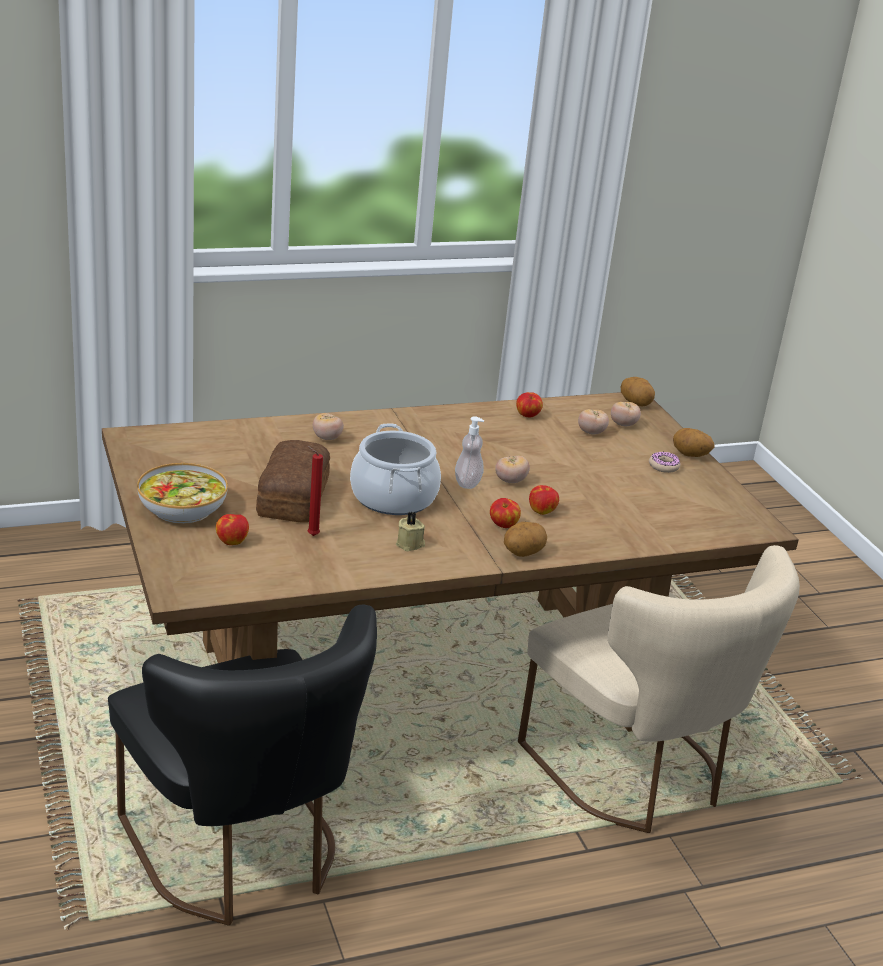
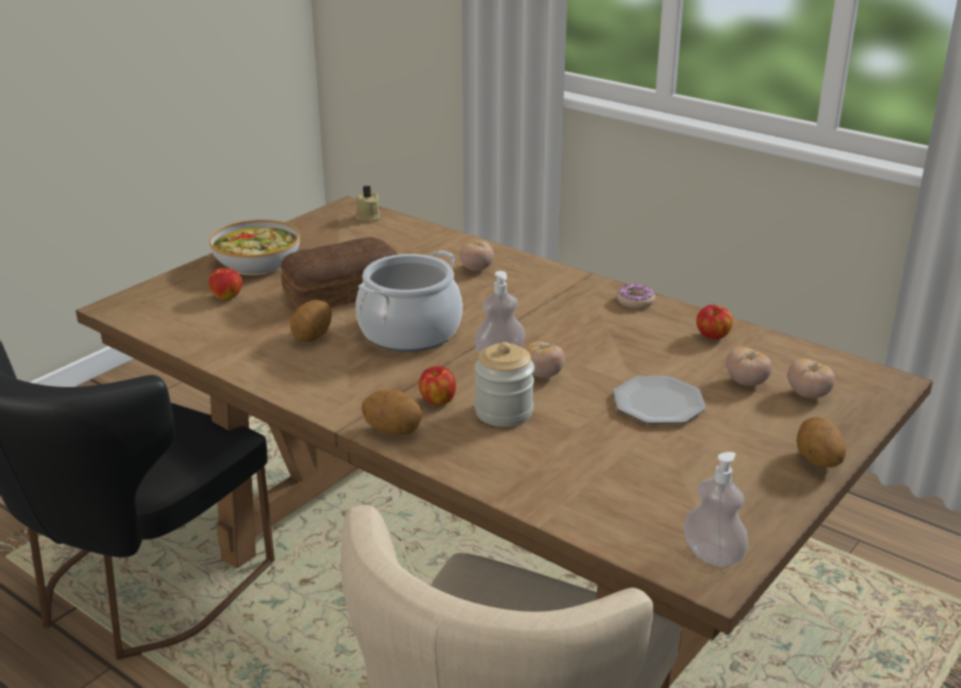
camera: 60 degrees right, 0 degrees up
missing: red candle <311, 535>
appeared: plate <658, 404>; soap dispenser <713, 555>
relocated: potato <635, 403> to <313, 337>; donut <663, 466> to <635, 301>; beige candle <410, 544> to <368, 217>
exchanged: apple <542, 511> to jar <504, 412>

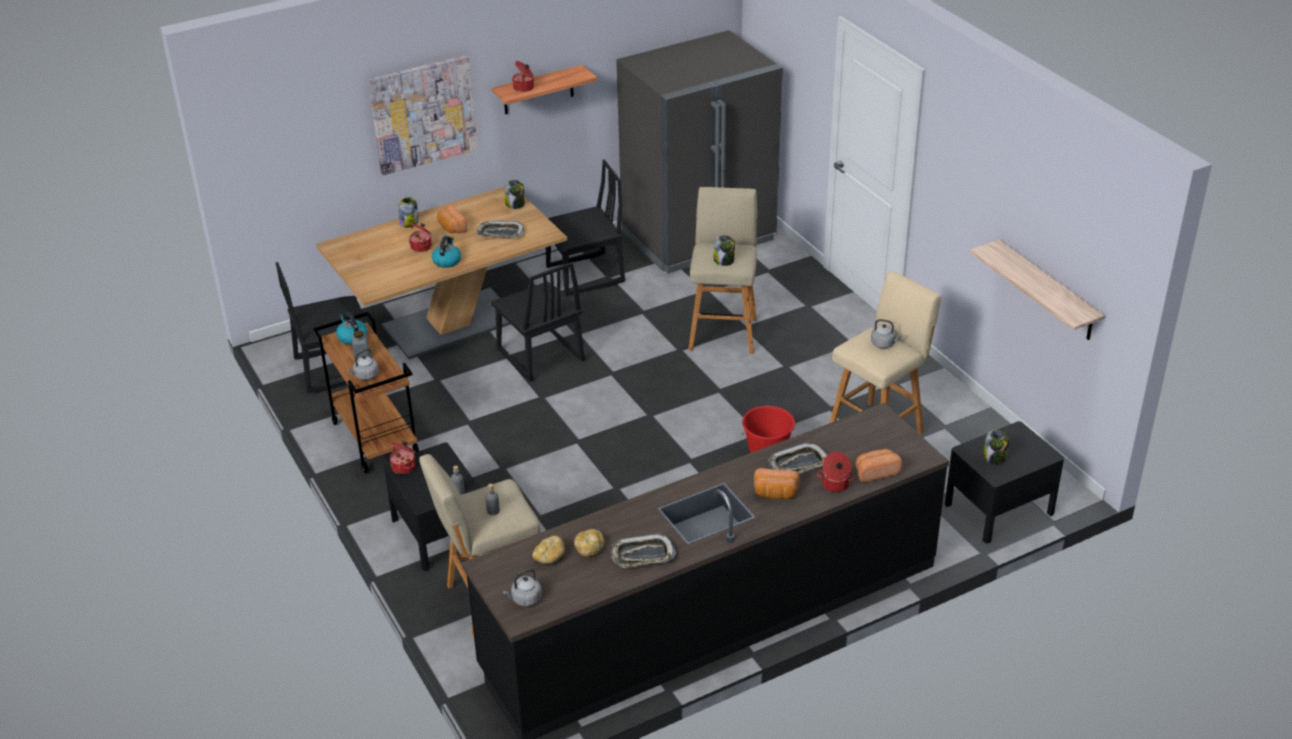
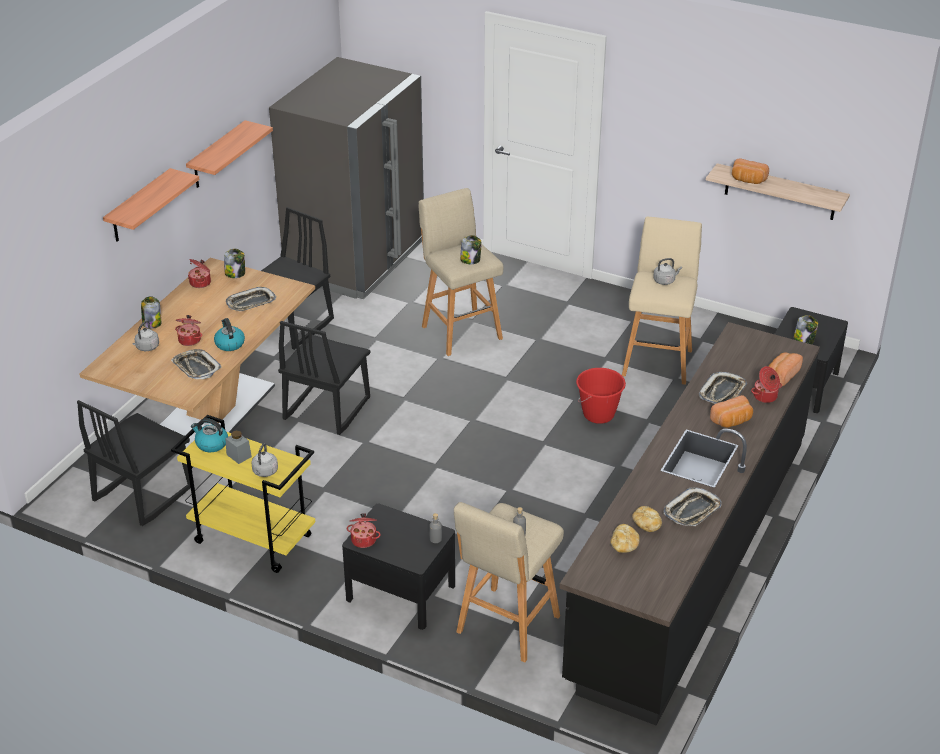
camera: 35 degrees left, 0 degrees up
appeared: tray <196, 367>
relocated: cooking pot <524, 87> to <201, 283>; bread <451, 228> to <748, 180>; grey kettle <525, 599> to <146, 348>
exchanged: picture <423, 114> to shelf <139, 207>
colour: brown cart <374, 438> to yellow cart <251, 539>
spun: black chair <539, 356> = <326, 409> 90 degrees clockwise

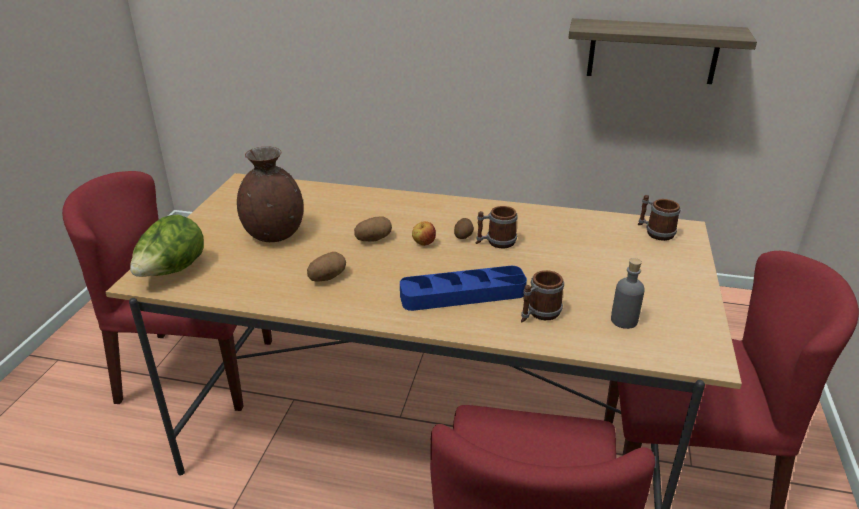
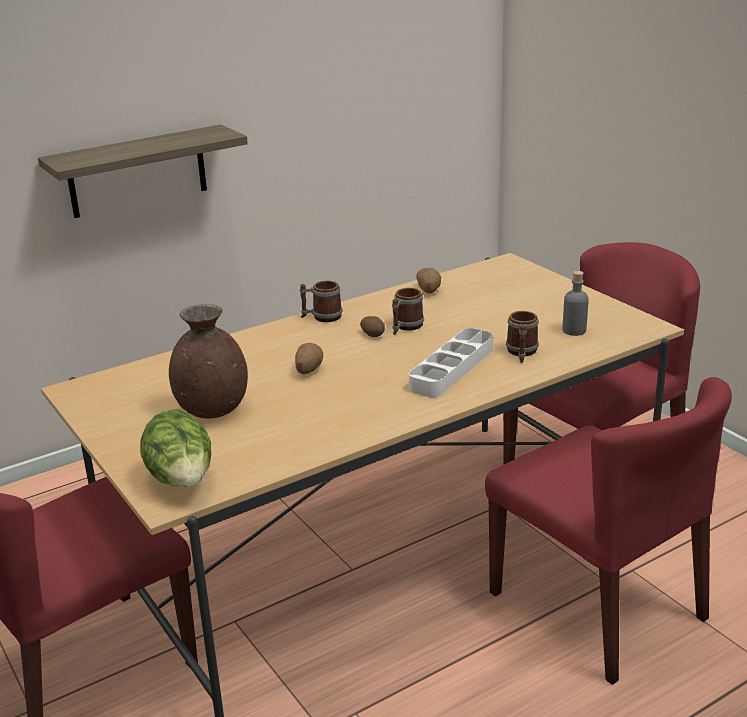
camera: 45 degrees left, 5 degrees down
missing: apple <423, 244>
relocated: shelf <652, 51> to <137, 172>; mug <655, 232> to <321, 317>; potato <327, 277> to <429, 290>
colour: blue tray <462, 294> to white tray <452, 368>

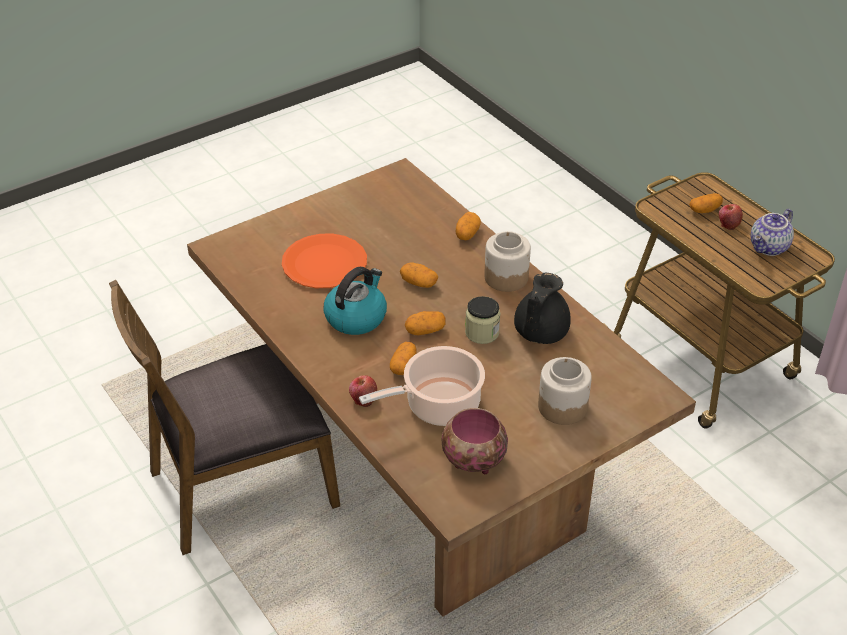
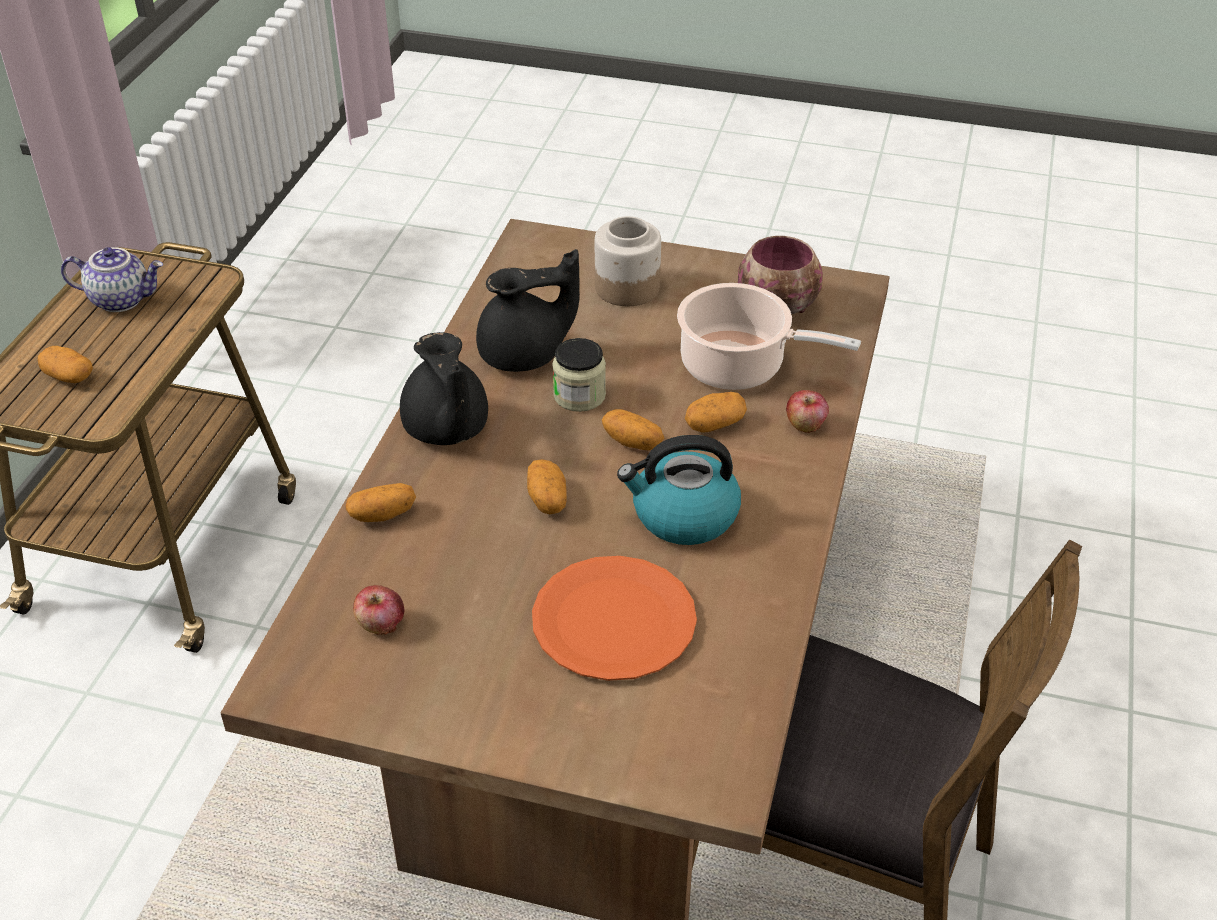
camera: 130 degrees left, 0 degrees up
relocated: apple <728, 224> to <380, 624>
exchanged: jar <506, 277> to black teapot <446, 429>

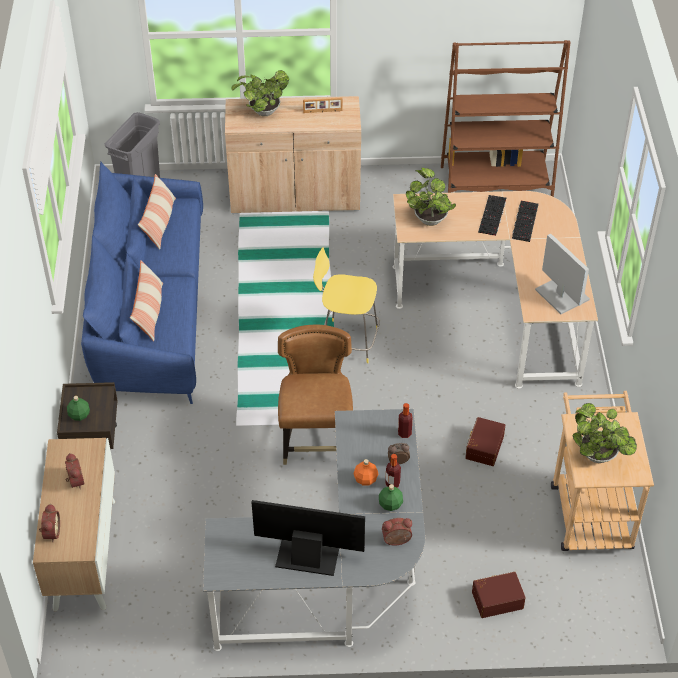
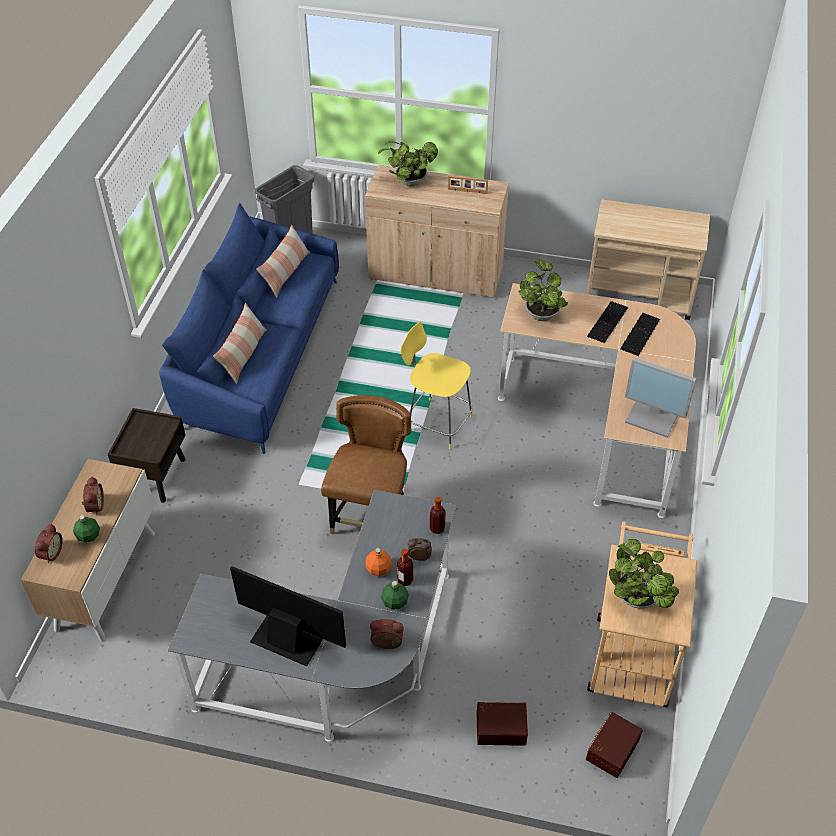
camera: 15 degrees right, 0 degrees up
relocated: green bottle <79, 415> to <89, 536>; brown storage box <483, 447> to <611, 749>
exchanged: brown bookcase <496, 182> to beige cart <639, 296>
spun: monitor <561, 294> = <653, 416> 135 degrees clockwise

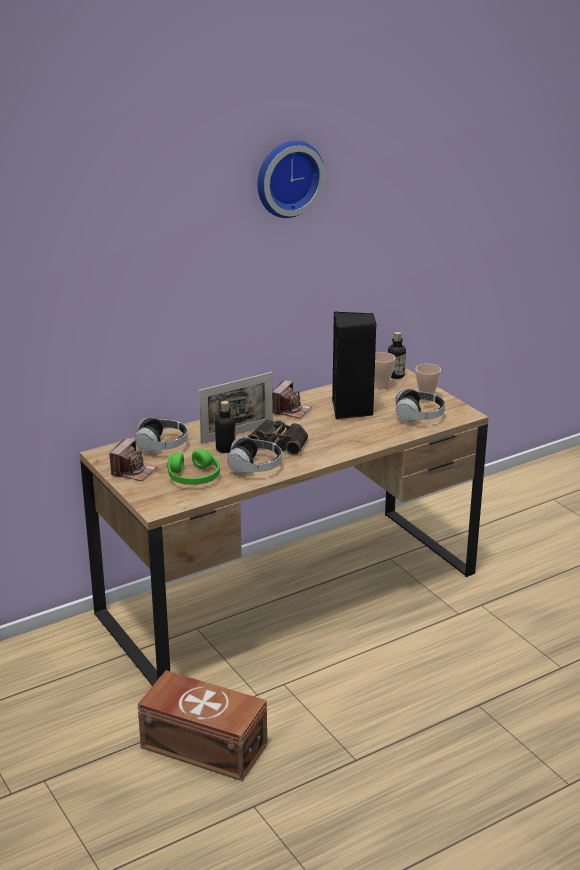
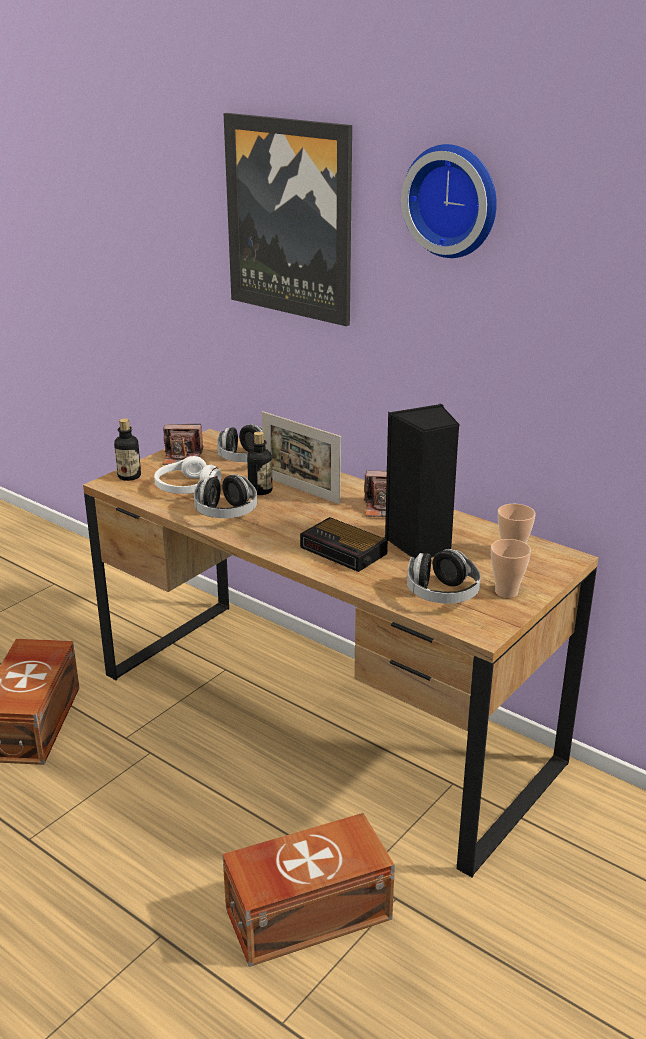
camera: 70 degrees right, 0 degrees up
missing: binoculars <280, 442>
appeared: picture <290, 218>; alarm clock <345, 551>; brown storage box <305, 912>
relocated: bottle <395, 375> to <129, 476>
colour: green headphones <194, 477> to white headphones <186, 487>

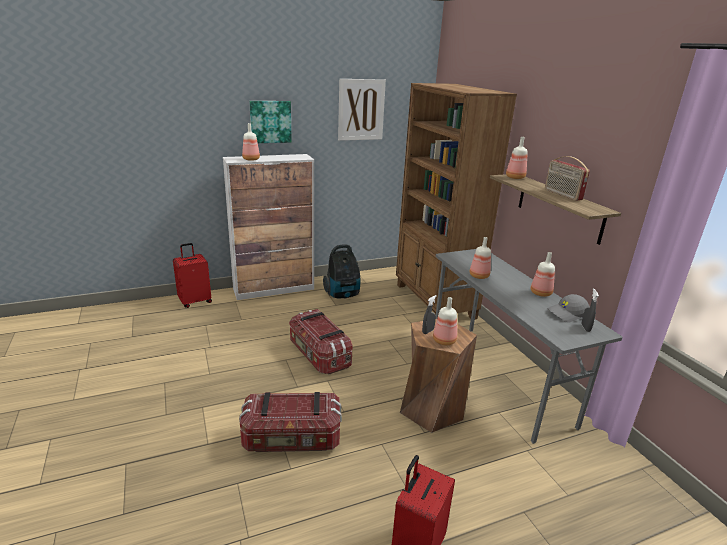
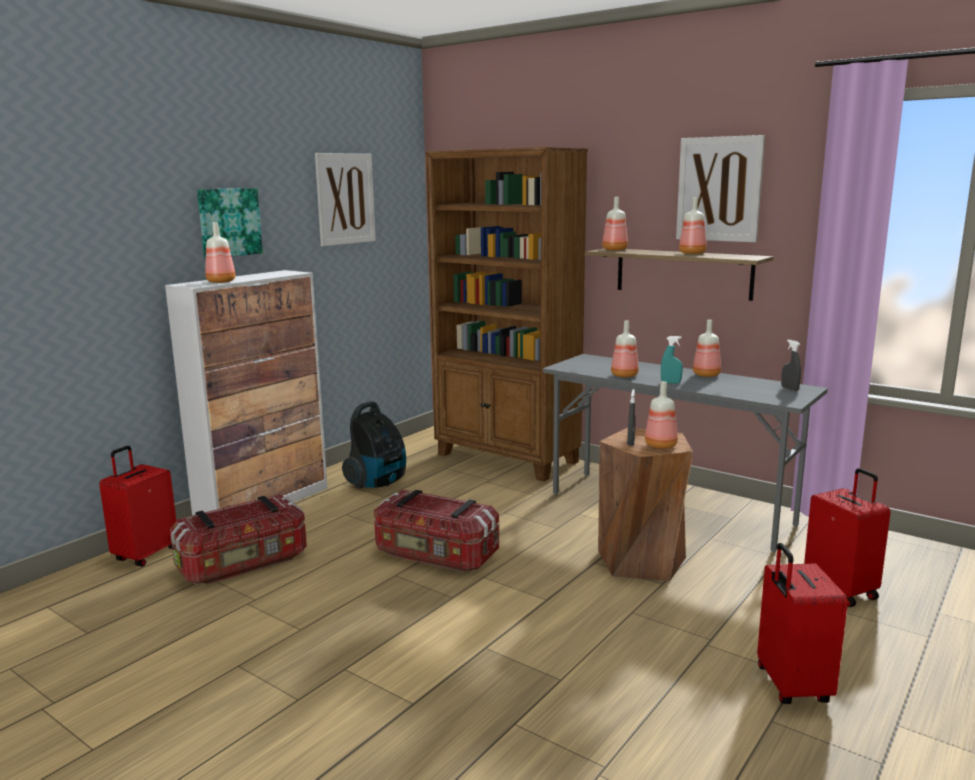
camera: 30 degrees left, 10 degrees down
missing: grey cap <567, 314>
appeared: picture <719, 189>; turquoise spray bottle <670, 383>; red suitcase <842, 590>
relocated: storage box <292, 439> to <243, 564>
exchanged: radio <562, 195> to bottle <693, 253>

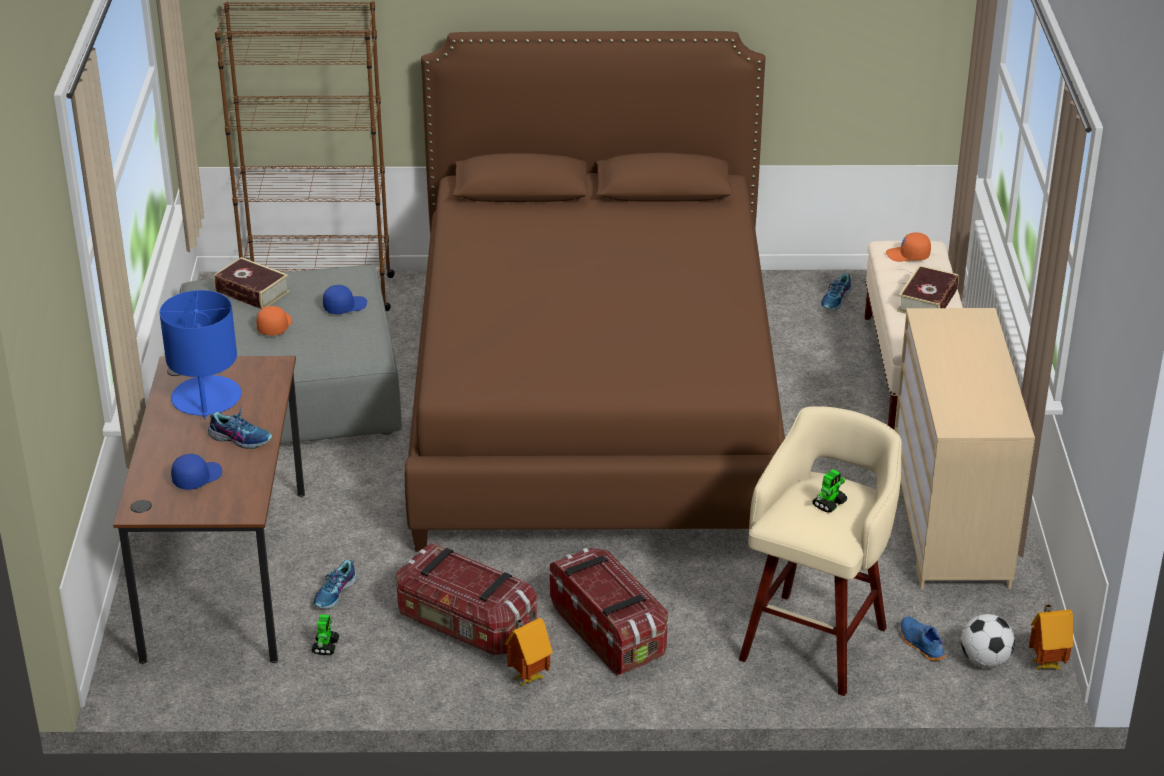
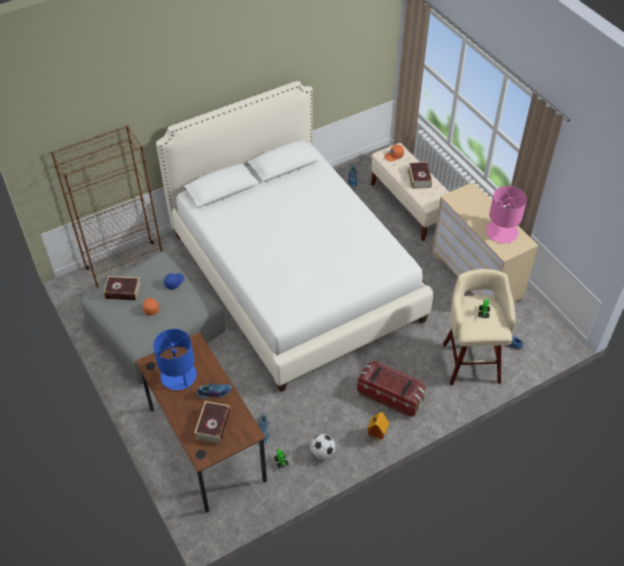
camera: 30 degrees left, 15 degrees up
missing: storage box <465, 625>; toy house <1045, 664>
appeared: pink table lamp <501, 232>
relocated: football <984, 660> to <322, 453>
exchanged: blue cap <197, 477> to book <213, 425>
colour: brown bed <595, 401> to white bed <295, 276>

